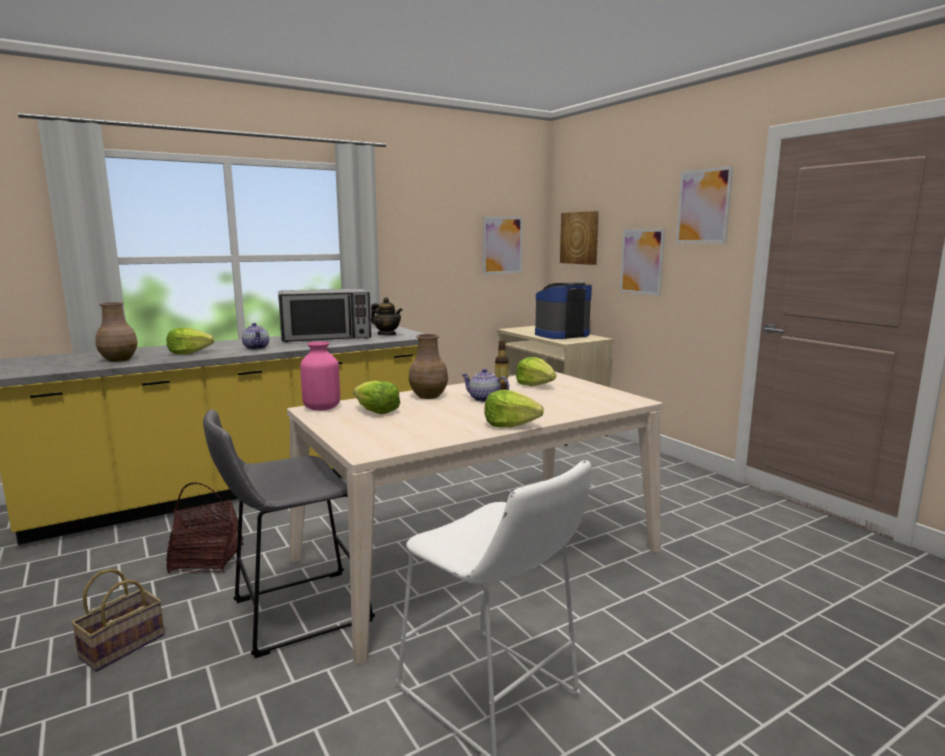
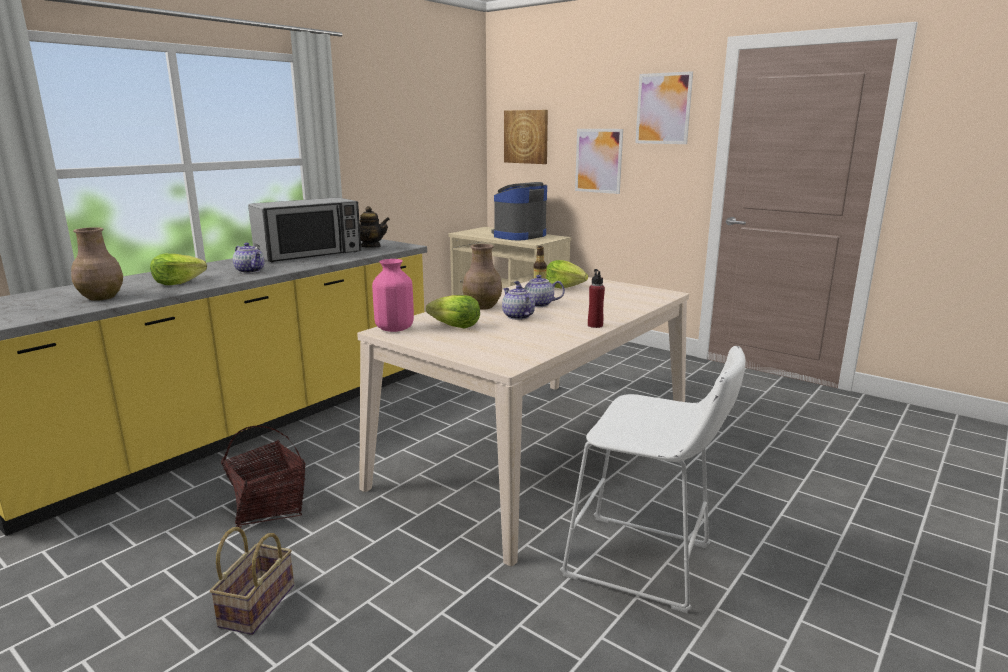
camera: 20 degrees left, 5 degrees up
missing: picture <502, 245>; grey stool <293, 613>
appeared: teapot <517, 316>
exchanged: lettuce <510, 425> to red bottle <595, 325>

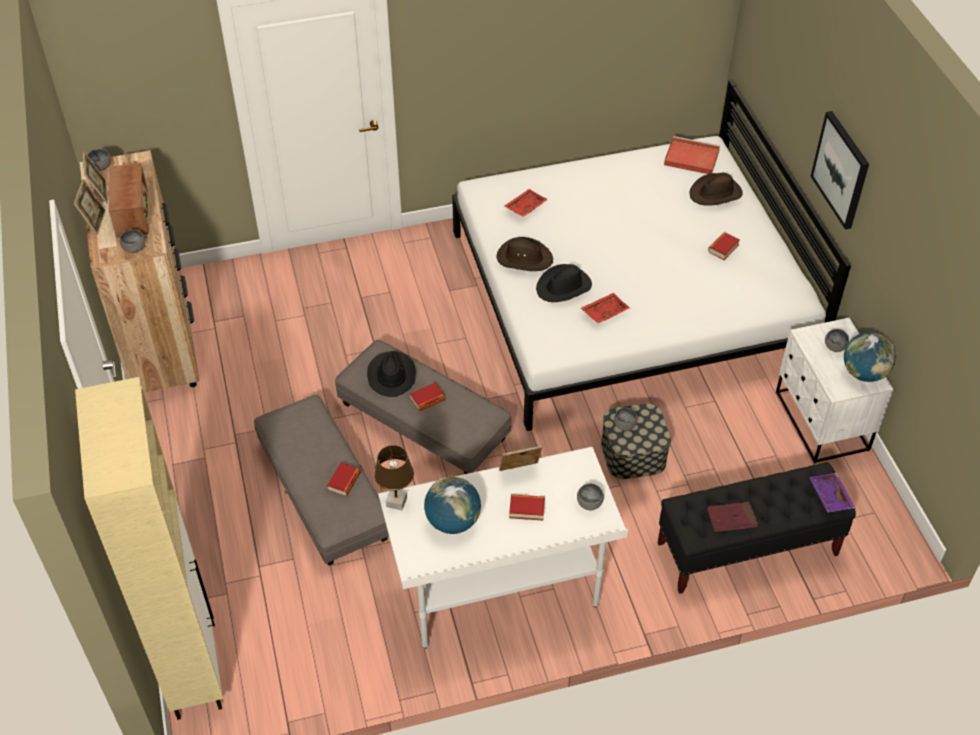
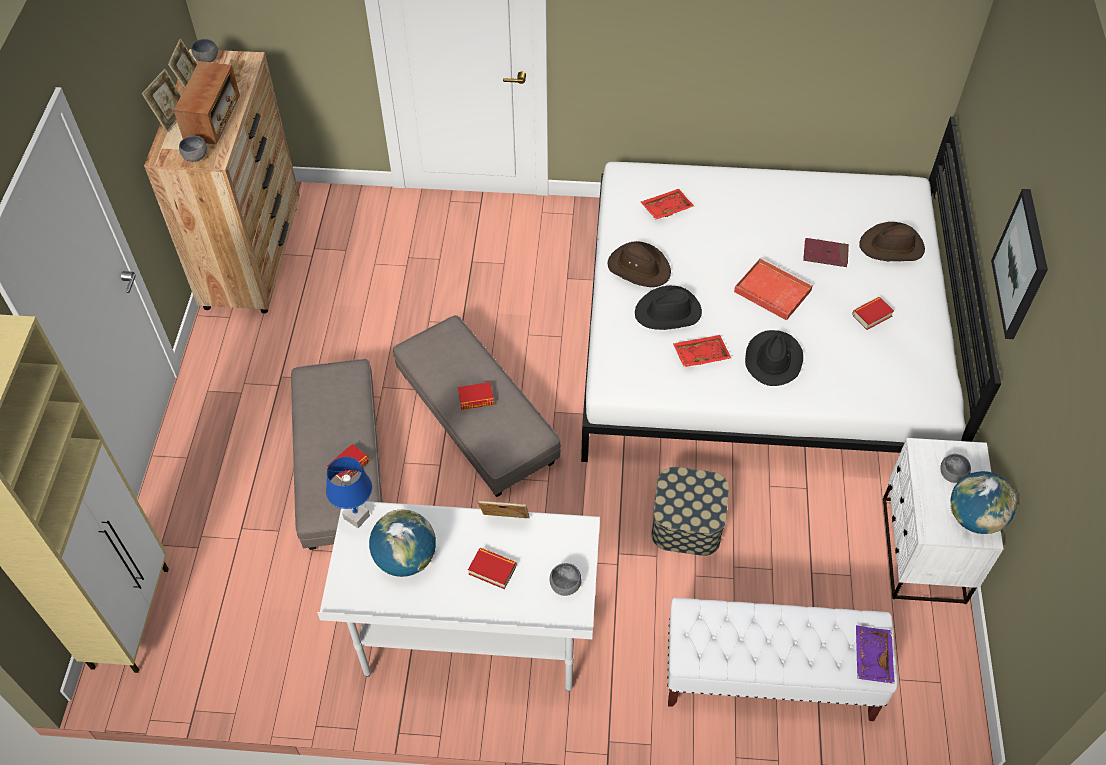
camera: 20 degrees right, 5 degrees up
missing: grey bowl <624, 425>
relocated: red tray <690, 158> to <771, 290>; black hat <391, 375> to <773, 359>; red book <732, 518> to <825, 254>
colour: brown table lamp <396, 502> to blue table lamp <356, 517>; black bench <746, 549> to white bench <768, 678>

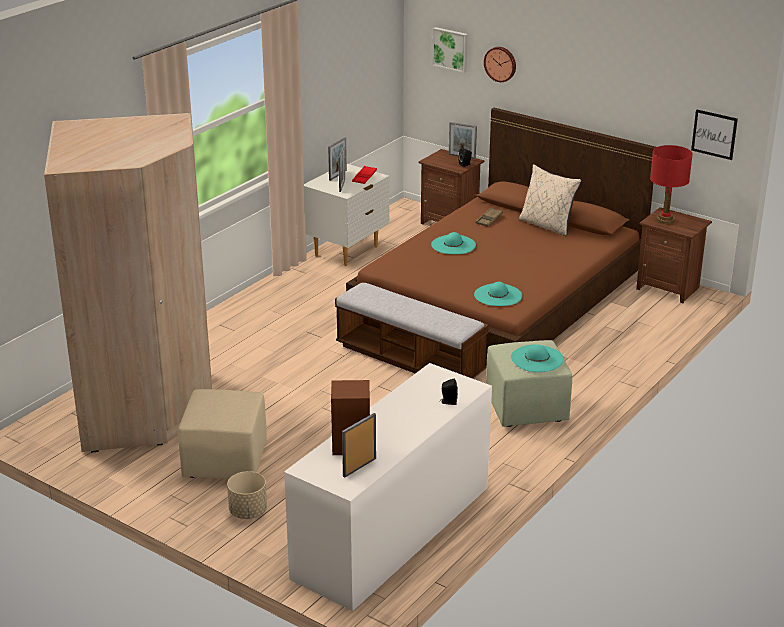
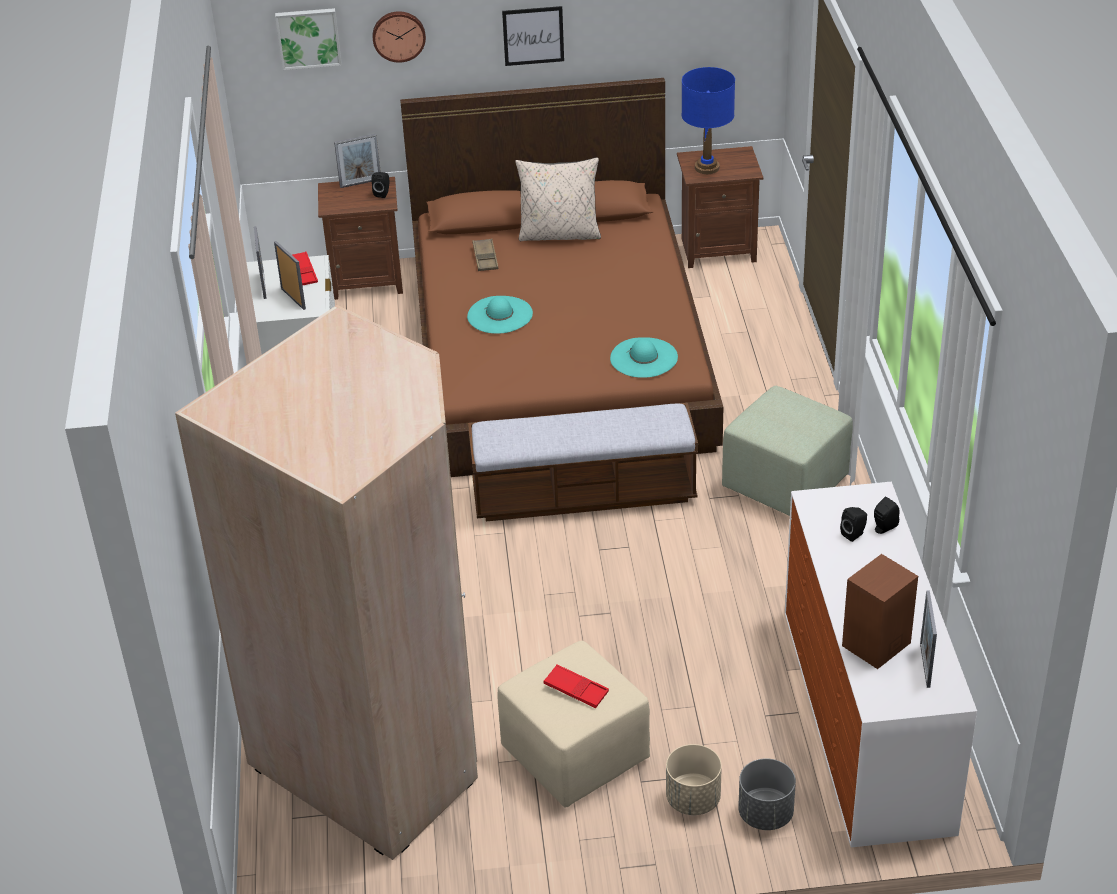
camera: 40 degrees left, 10 degrees up
missing: turquoise hat <537, 358>
appeared: black speaker <854, 534>; red tray <576, 690>; grey planter <765, 814>
relocated: picture <714, 134> to <533, 35>
colour: red table lamp <665, 220> to blue table lamp <707, 168>

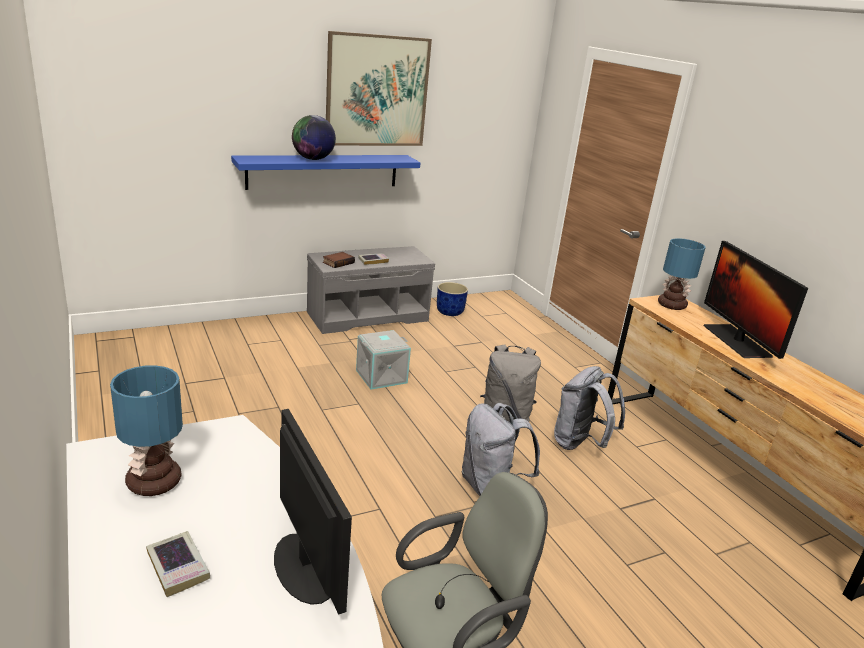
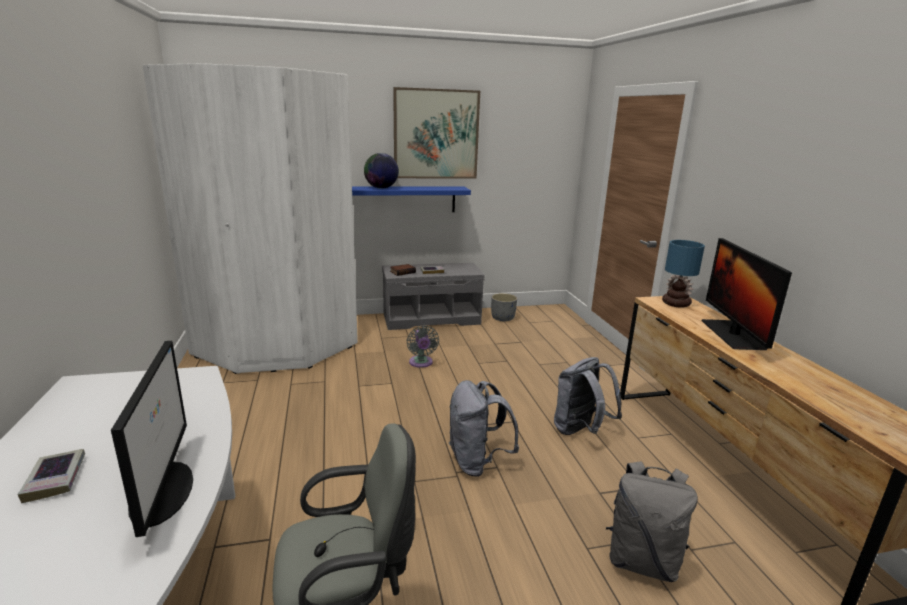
camera: 15 degrees right, 5 degrees down
missing: table lamp <154, 480>
appeared: white wardrobe <276, 347>
relocated: grey backpack <505, 417> to <642, 561>
exchanged: grey storage box <381, 376> to grey fan <421, 363>
colour: blue planter <449, 312> to grey planter <502, 318>

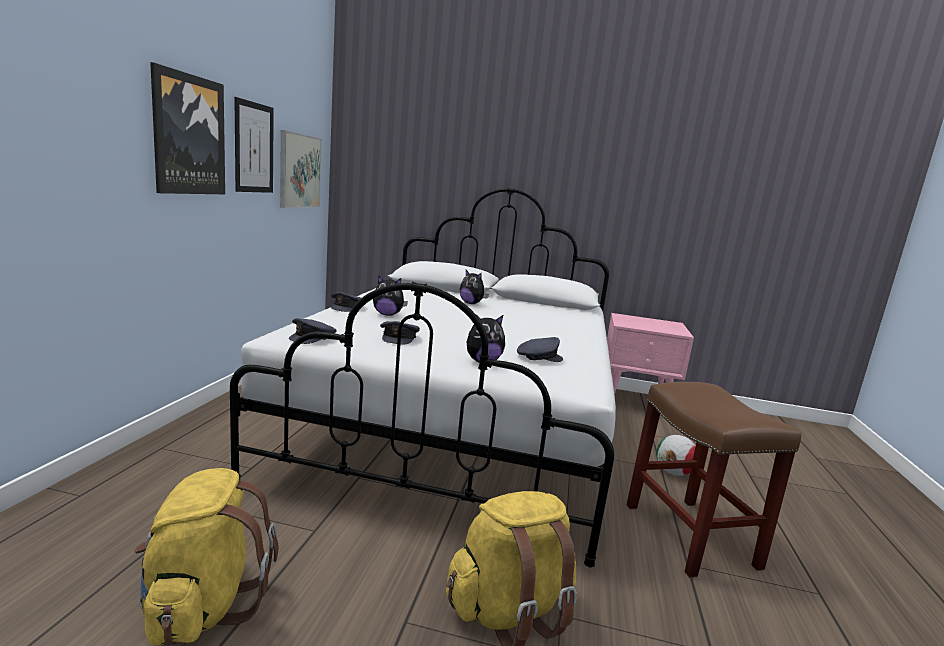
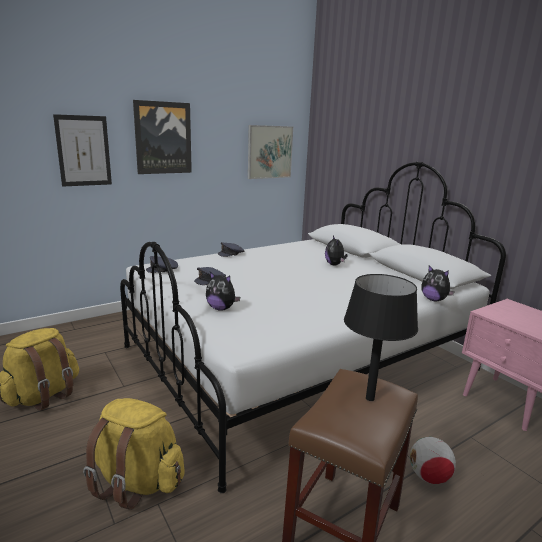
camera: 45 degrees right, 5 degrees up
missing: grey cap <538, 357>
appeared: black table lamp <370, 398>
relocated: picture <254, 148> to <83, 151>; plush toy <388, 314> to <434, 300>

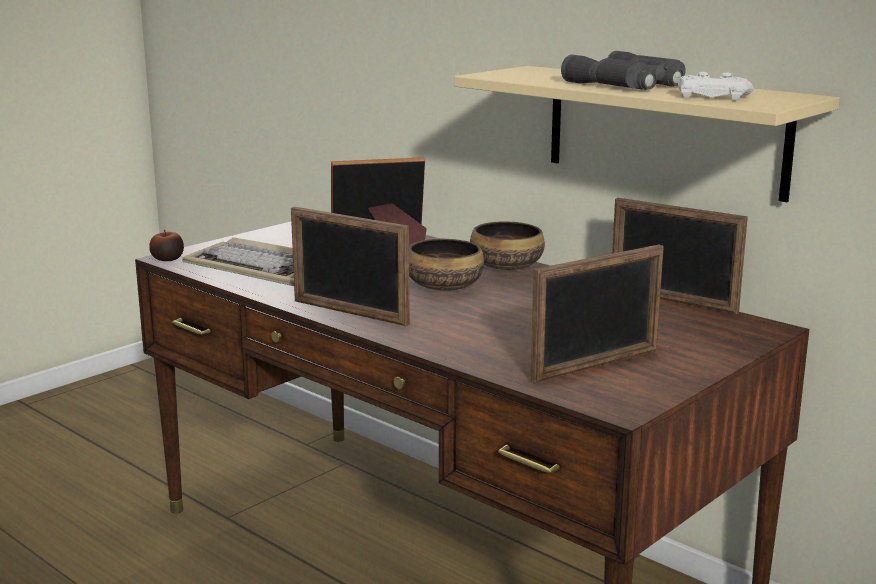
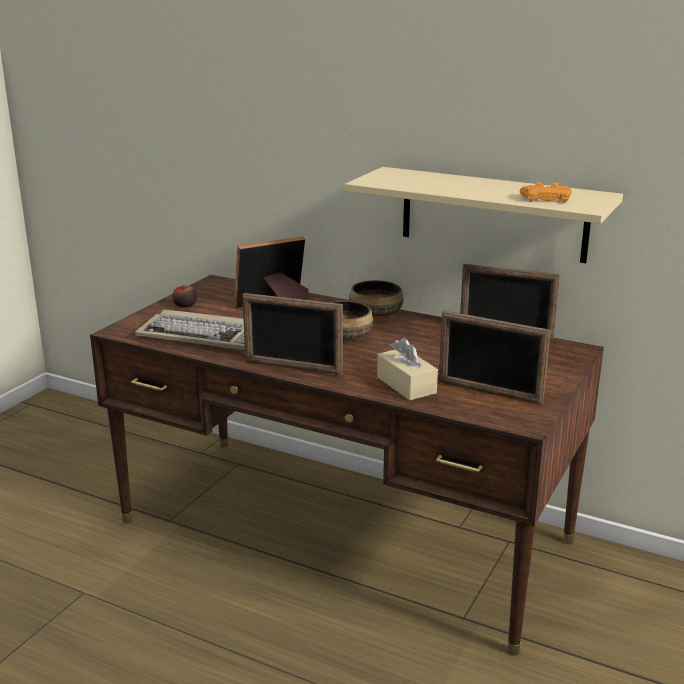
camera: 15 degrees left, 5 degrees up
missing: grey binoculars <628, 84>
appeared: beige tissue box <406, 385>
relocated: apple <167, 259> to <185, 305>
colour: white game controller <713, 96> to orange game controller <545, 198>
spun: picture frame <596, 365> = <489, 392> 75 degrees clockwise

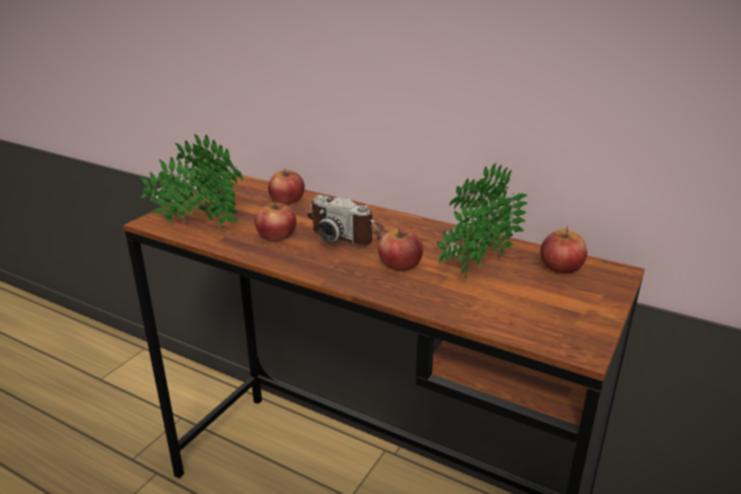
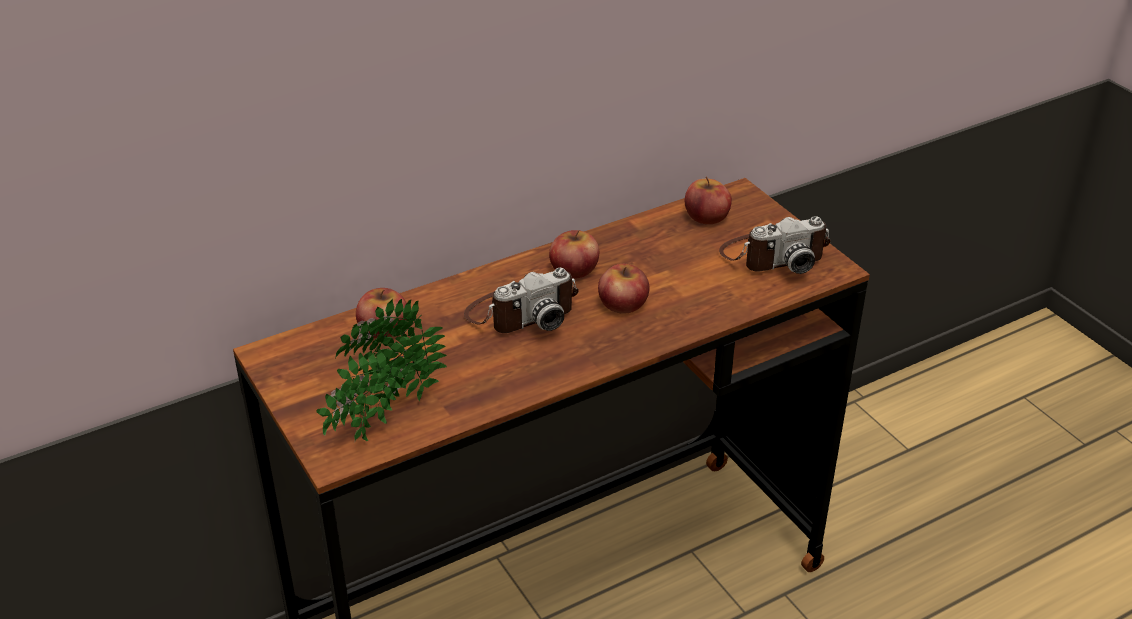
camera: 60 degrees left, 10 degrees up
missing: potted plant <473, 268>
appeared: photo camera <773, 255>
relocated: apple <277, 235> to <574, 268>

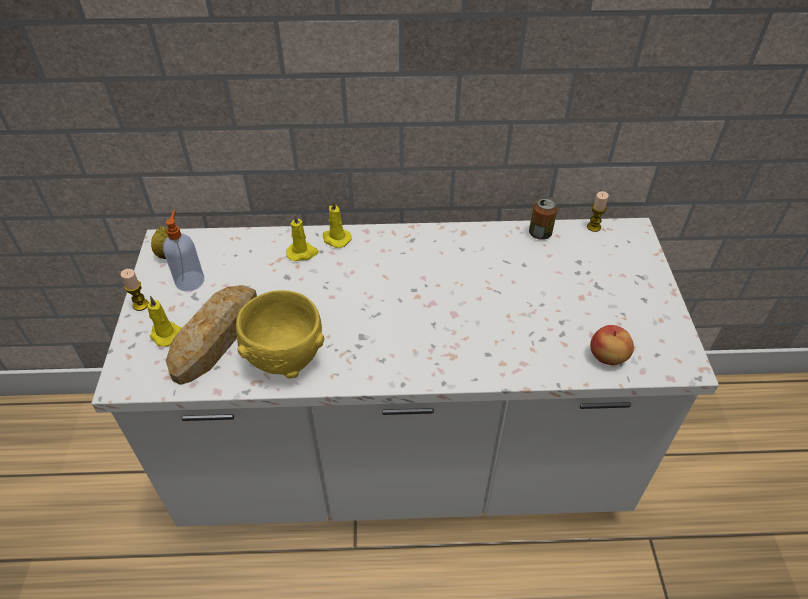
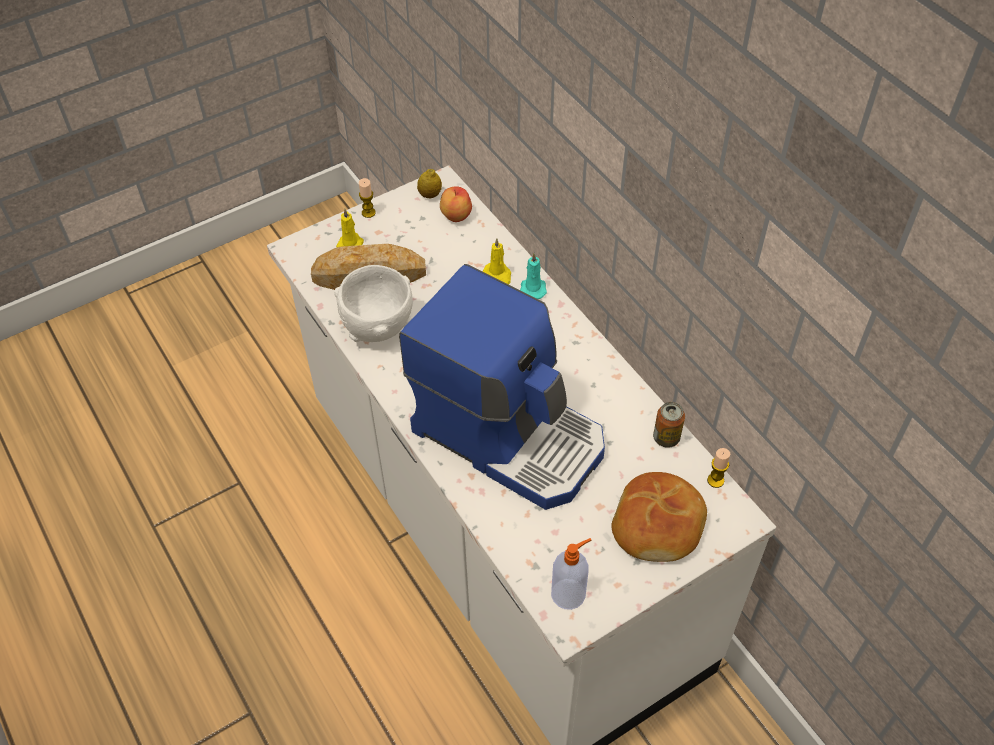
camera: 60 degrees right, 5 degrees up
appeared: coffee machine <510, 434>; bread <658, 525>
relocated: soap dispenser <190, 280> to <569, 593>; apple <607, 357> to <455, 215>
colour: yellow candle <336, 239> to turquoise candle <533, 288>; yellow bowl <284, 357> to white bowl <377, 327>

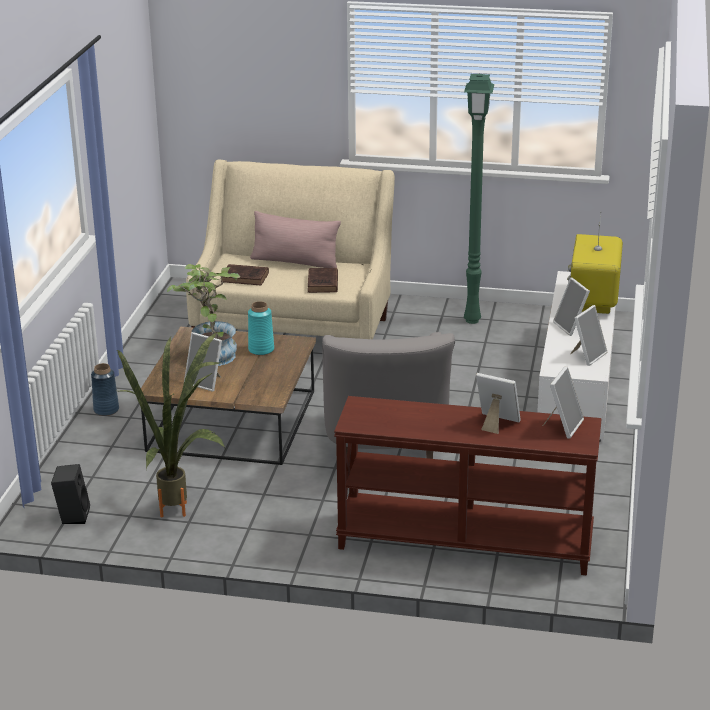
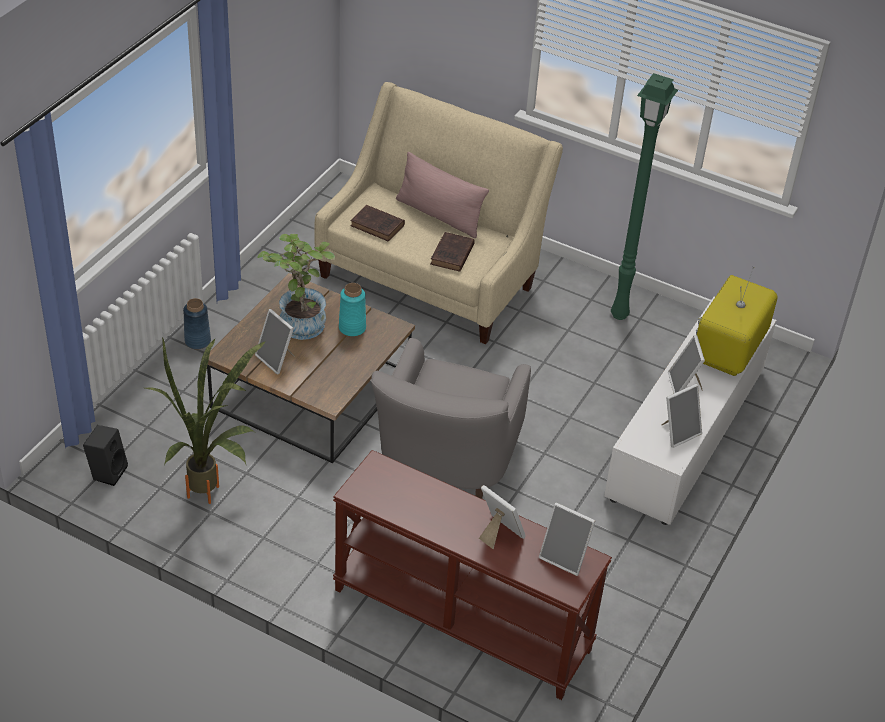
camera: 15 degrees right, 15 degrees up
spun: picture frame <563, 426> = <565, 557> 75 degrees clockwise

